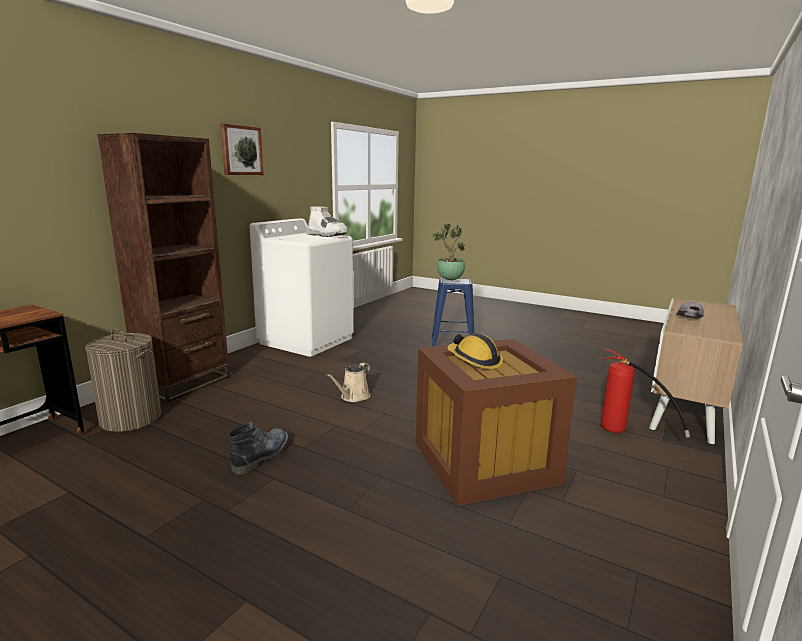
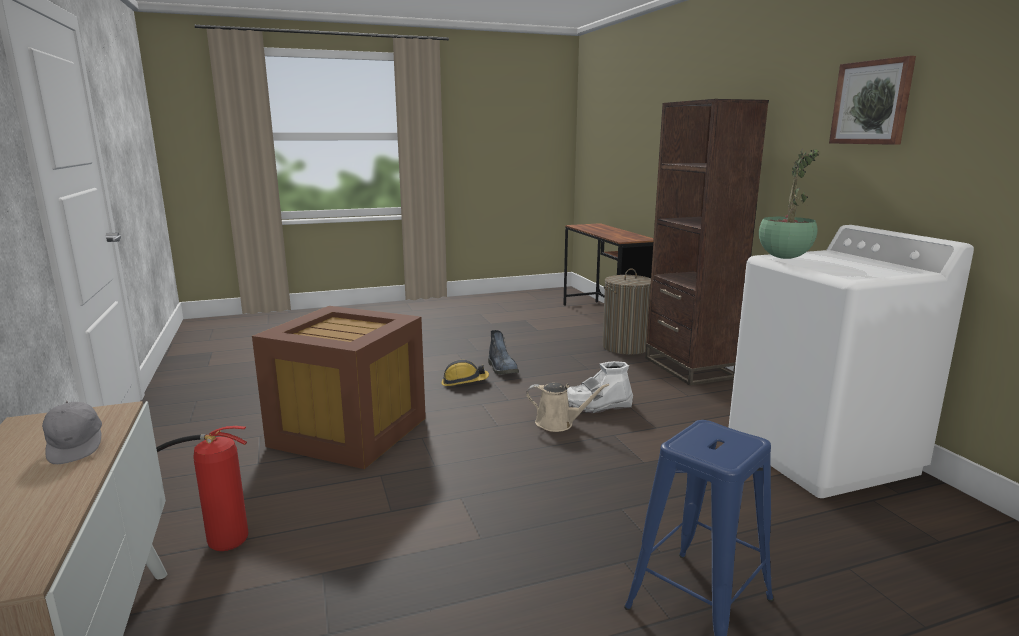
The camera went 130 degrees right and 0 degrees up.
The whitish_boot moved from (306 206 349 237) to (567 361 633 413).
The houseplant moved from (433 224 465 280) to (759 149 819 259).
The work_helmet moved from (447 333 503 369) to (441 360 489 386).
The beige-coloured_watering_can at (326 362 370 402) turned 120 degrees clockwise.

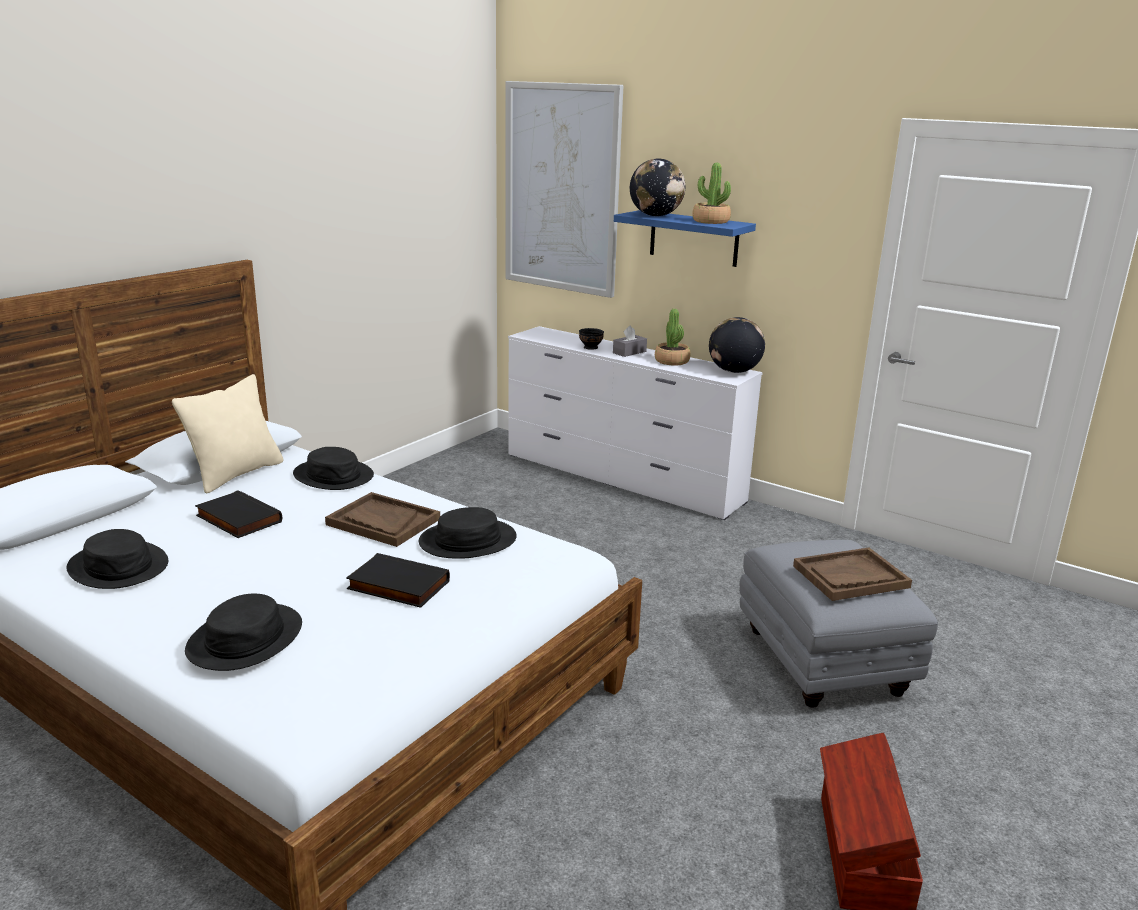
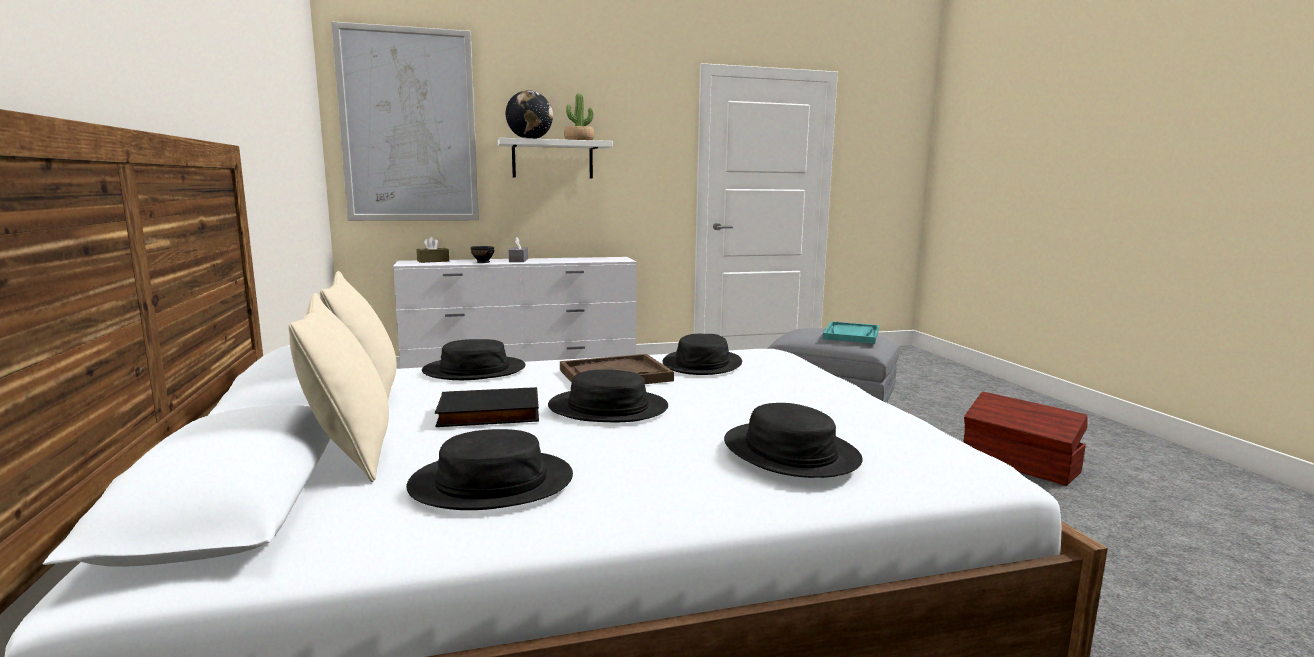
The camera went 50 degrees left and 10 degrees down.
The blue_wall_shelf at (614 210 756 267) became the whitish_wall_shelf at (498 138 613 179).
The houseplant at (655 309 690 366) disappeared.
The globe at (709 317 765 373) disappeared.
The brownish_tray at (793 548 912 601) became the turquoise-coloured_tray at (823 321 879 344).
The black_bound_book at (346 553 450 608) disappeared.
The brownish_tissue_box at (417 237 449 263) appeared.
The beige-coloured_pillow at (288 293 389 482) appeared.
The black_clothing_hat at (548 370 668 422) appeared.

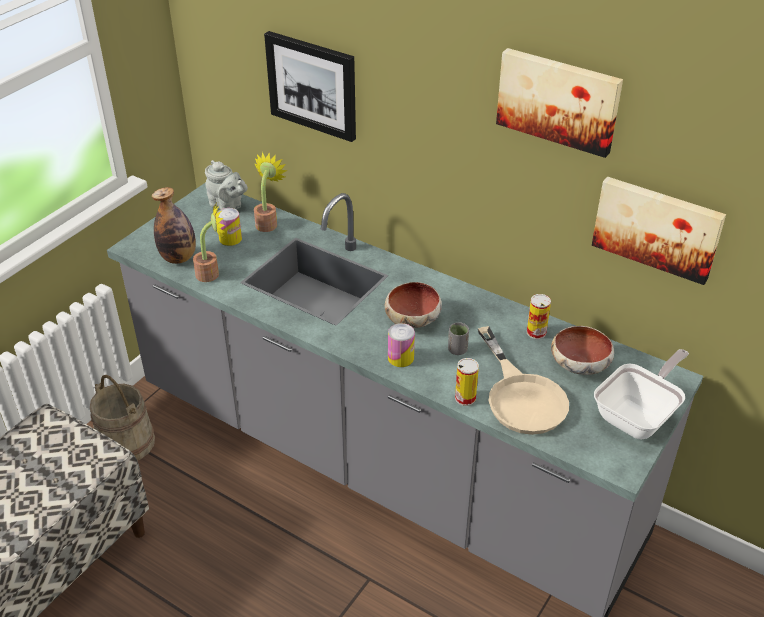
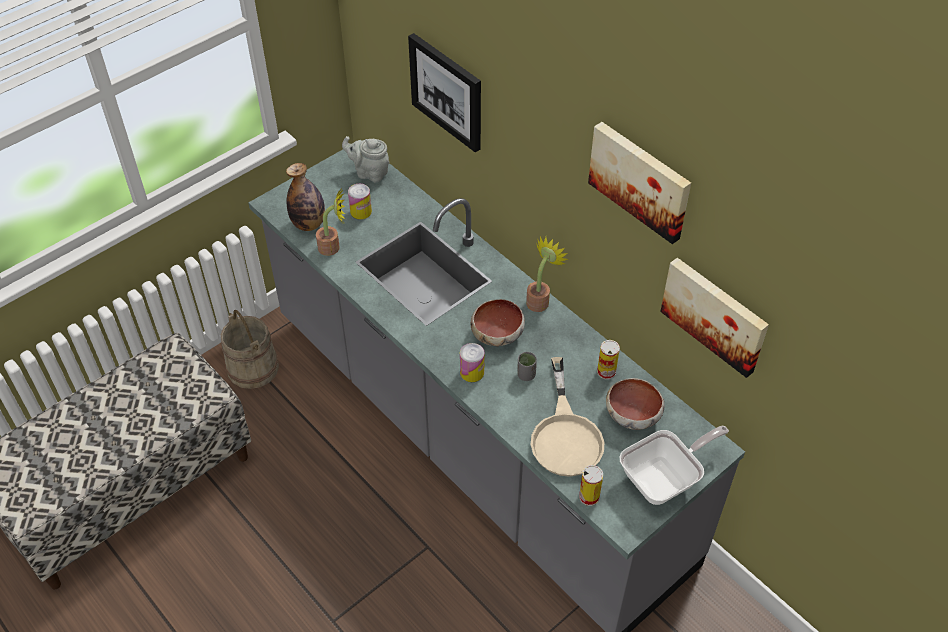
The camera went 15 degrees right and 10 degrees up.
The houseplant moved from (254 151 288 232) to (526 236 568 312).
The gray_pot_for_tea at (205 160 248 209) turned 150 degrees clockwise.
The can moved from (455 358 479 406) to (579 465 603 506).

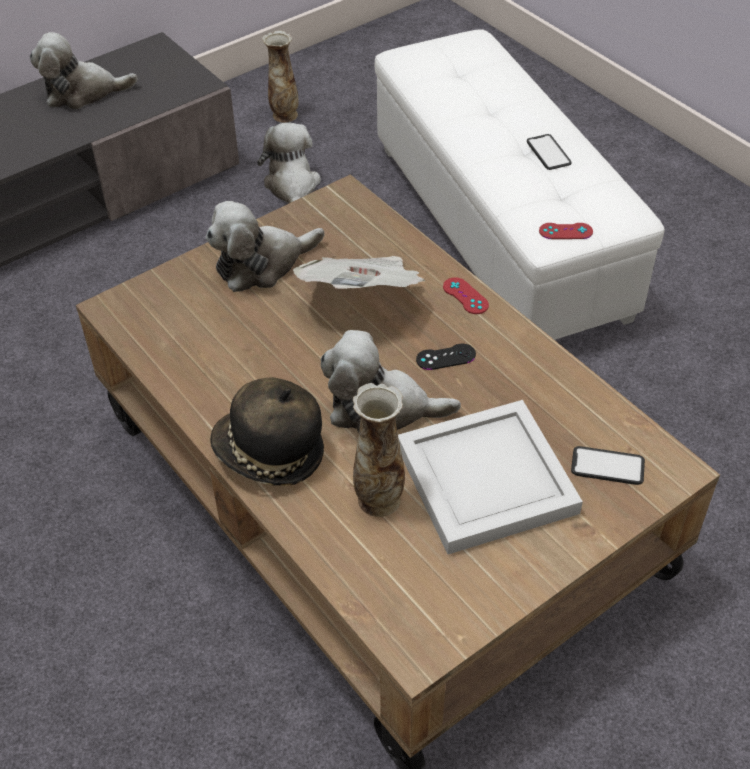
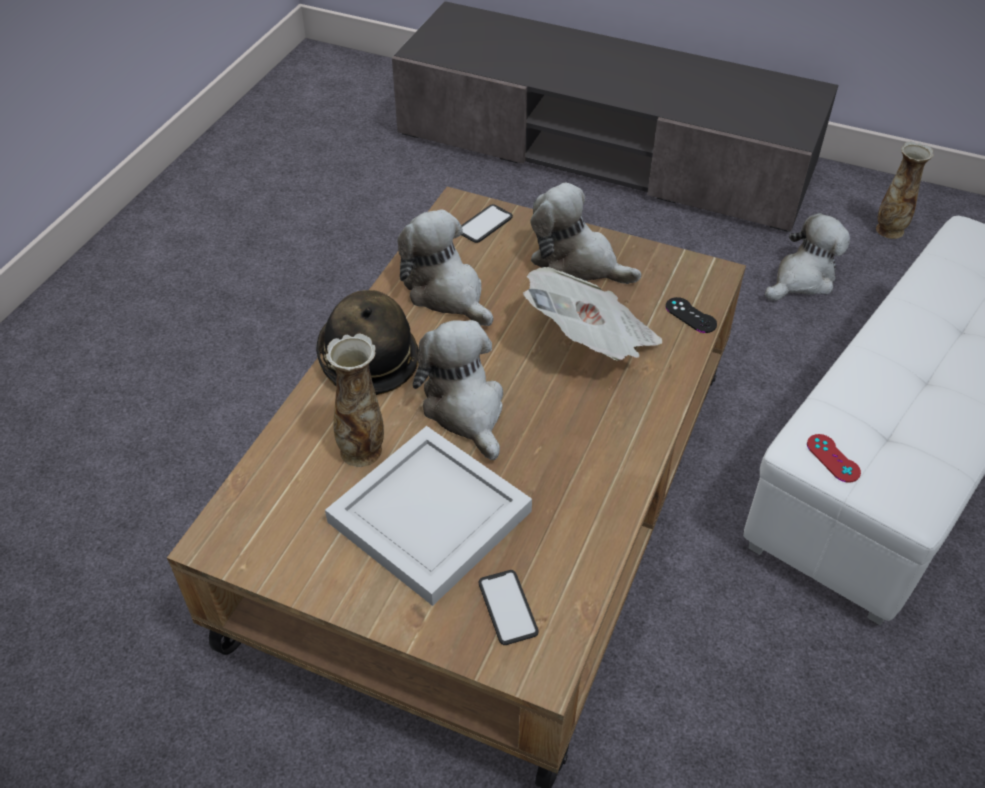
The camera went 60 degrees right and 0 degrees up.
The soft_toy moved from (30 32 138 109) to (397 209 493 326).
The phone moved from (527 134 571 170) to (461 204 513 243).
The red_game_controller at (443 278 489 314) disappeared.
The black_game_controller moved from (416 344 476 370) to (666 297 717 333).

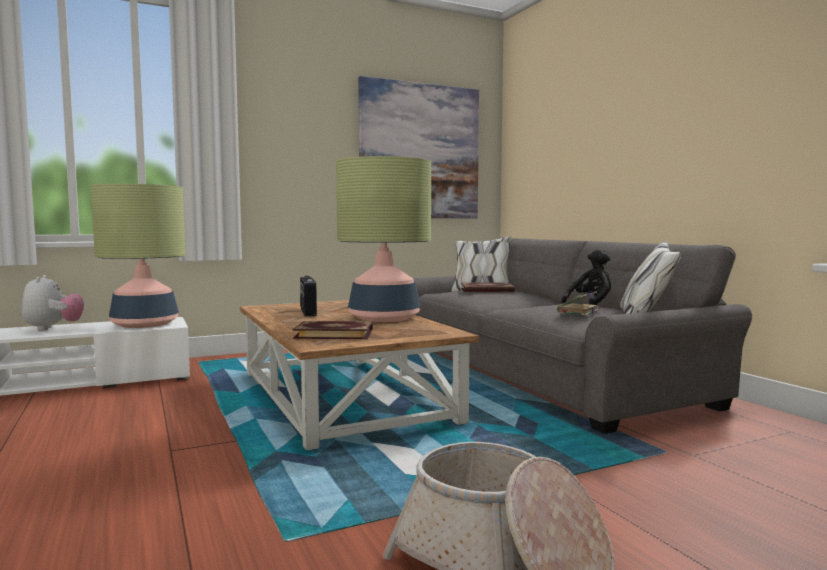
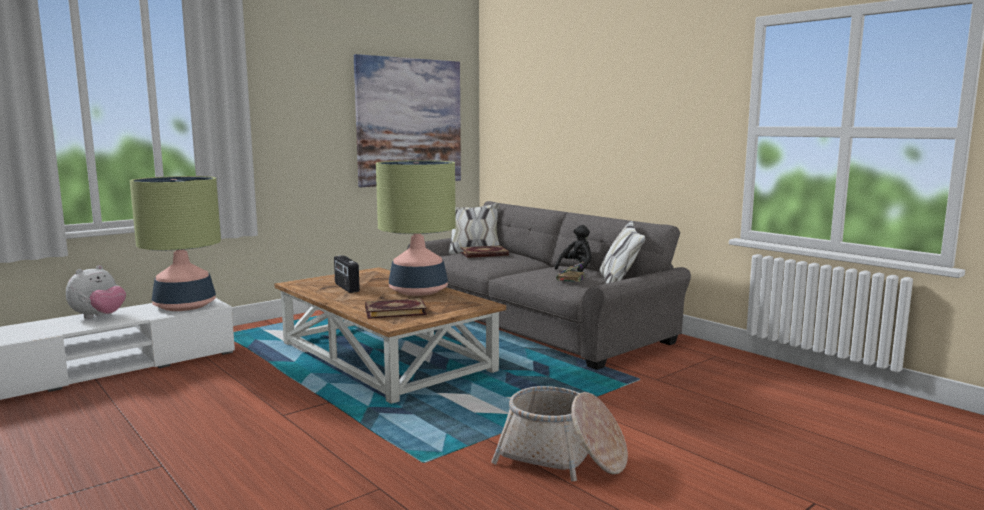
The camera went 15 degrees left and 5 degrees up.
The soft_toy at (22 275 84 331) turned 60 degrees clockwise.

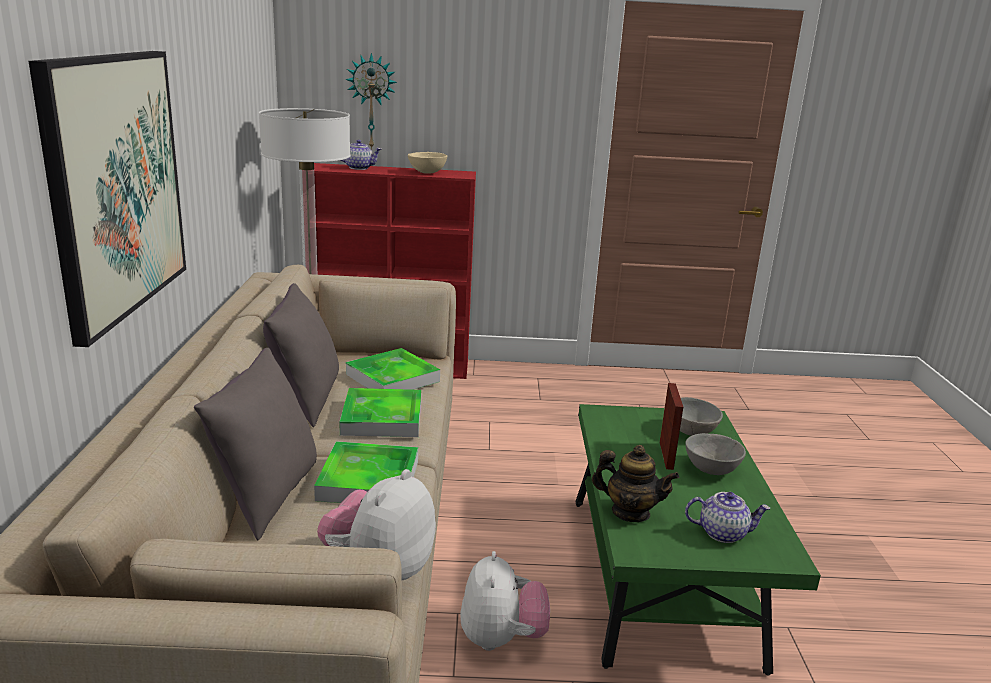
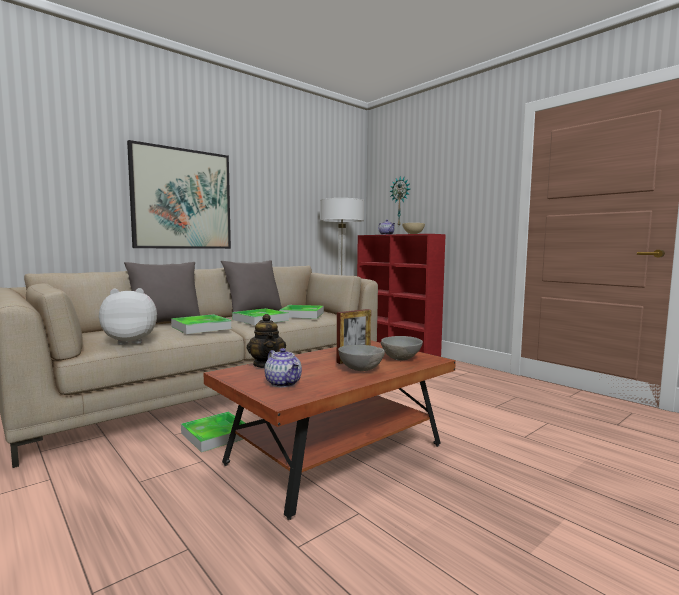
The camera went 50 degrees right and 15 degrees down.
The green_low_table at (575 404 821 676) became the brownish_low_table at (203 340 456 520).
The soft_toy at (460 551 550 651) was replaced by the tray at (181 411 245 452).

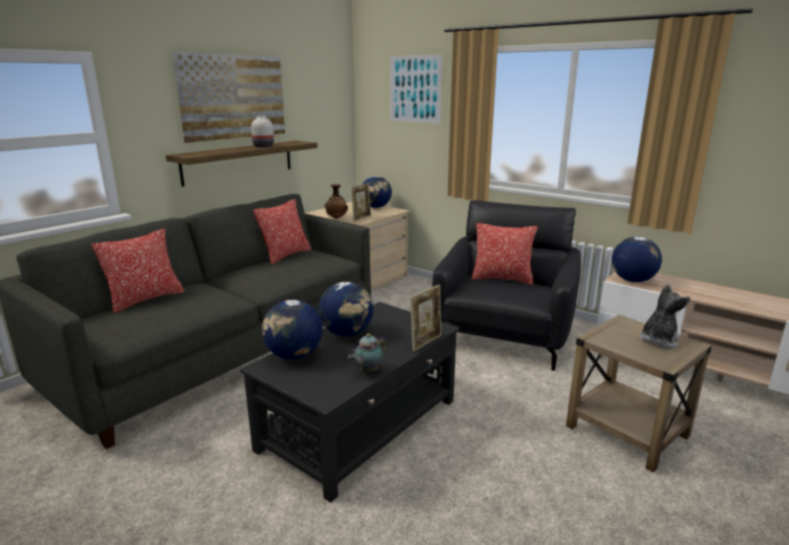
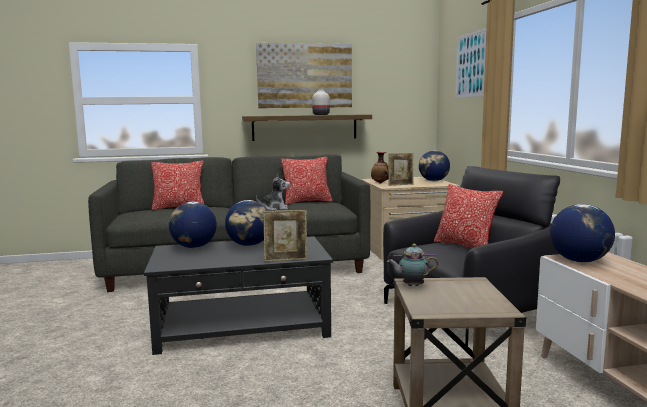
The camera went 40 degrees right and 10 degrees down.
The soft_toy moved from (639 284 690 348) to (256 173 290 211).
The pot_for_tea moved from (348 333 386 372) to (387 244 439 286).

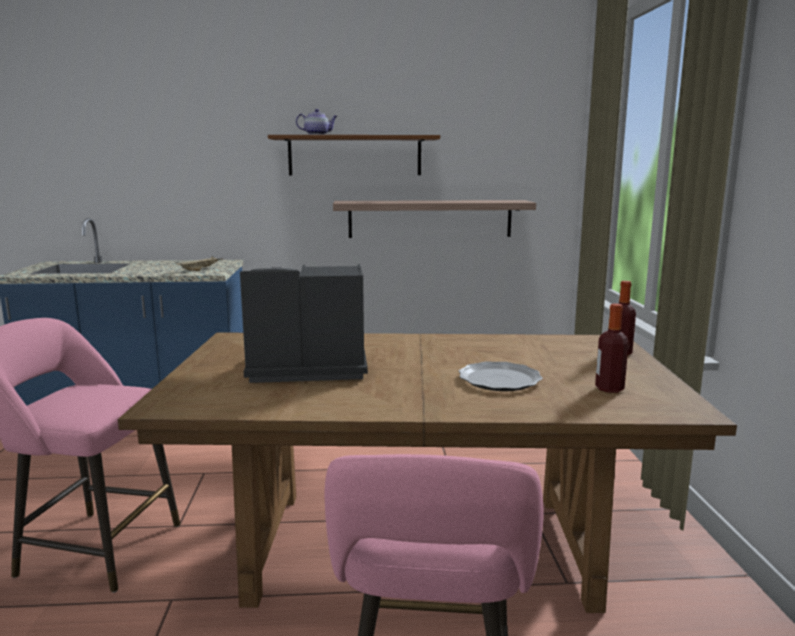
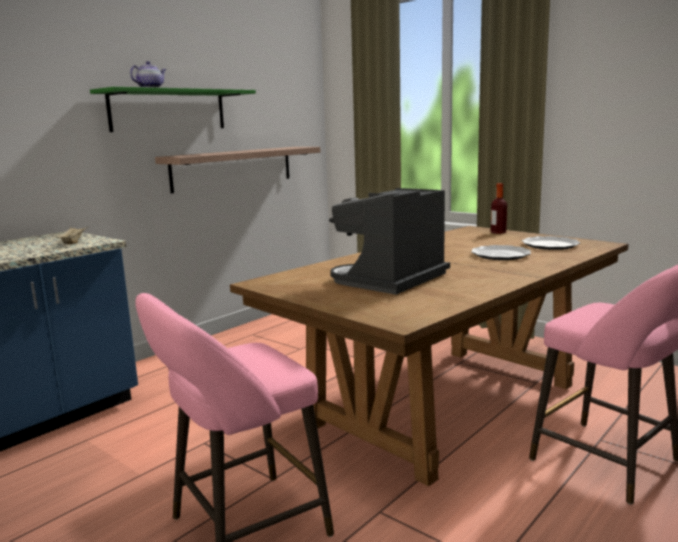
The camera went 45 degrees left and 0 degrees up.
The brownish_wall_shelf at (268 135 440 175) became the green_wall_shelf at (90 87 256 132).
The drink_bottle at (595 304 629 393) was replaced by the plate at (522 236 580 250).

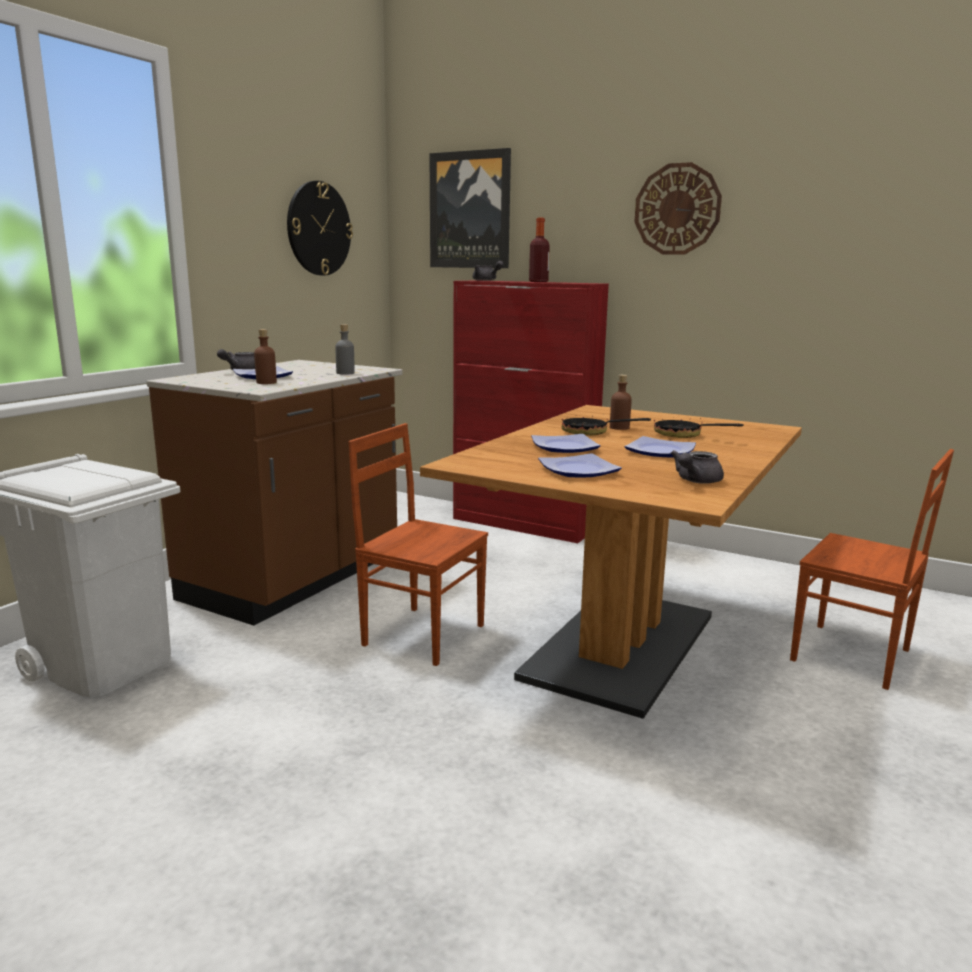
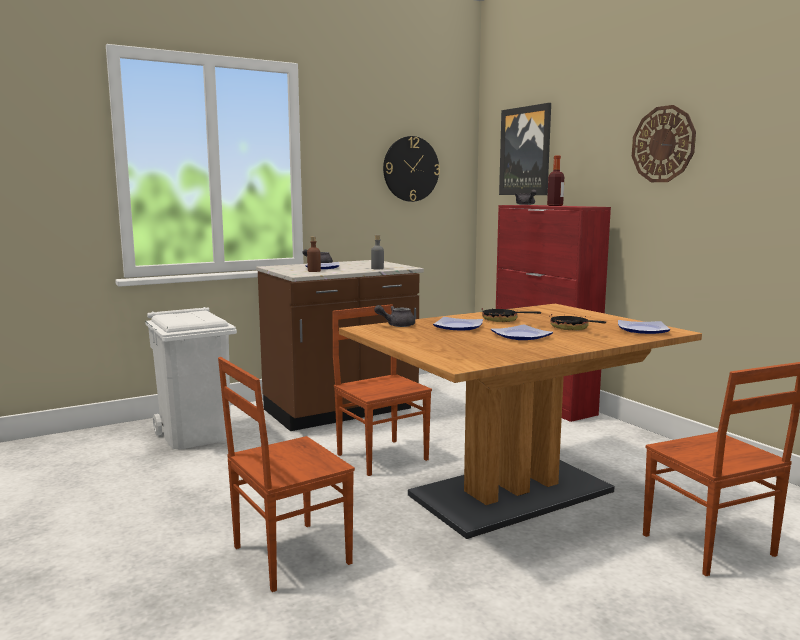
The camera went 30 degrees right and 5 degrees down.
The brownish_drink_bottle at (610 375 632 430) disappeared.
The gray_pot_for_tea moved from (671 450 724 484) to (374 305 415 327).
The plate moved from (538 453 622 478) to (618 320 670 334).
The brownish_chair at (218 357 355 592) appeared.

